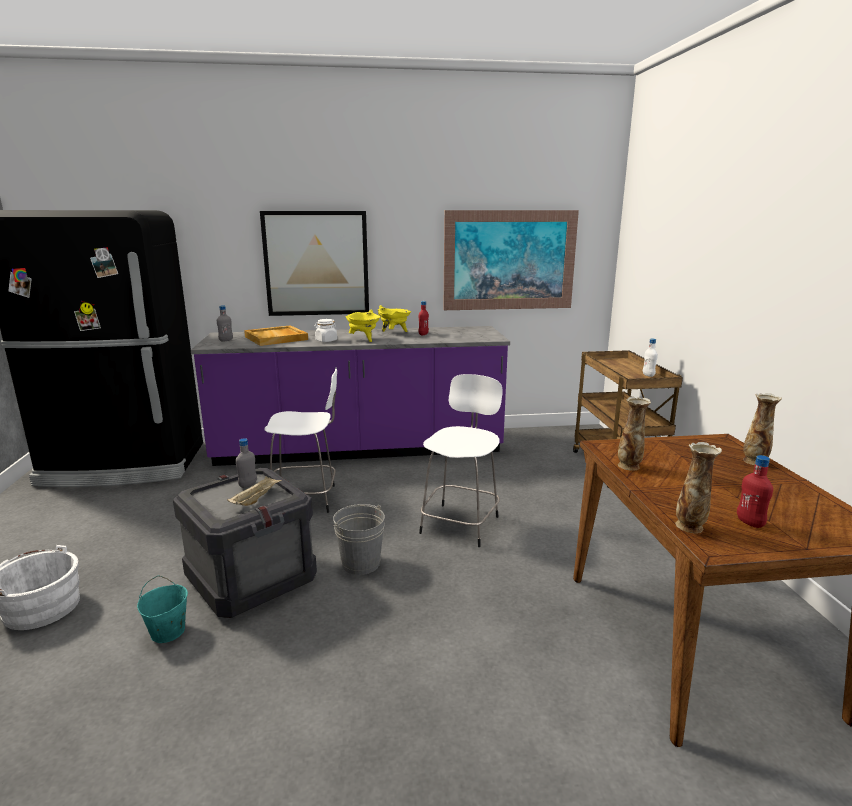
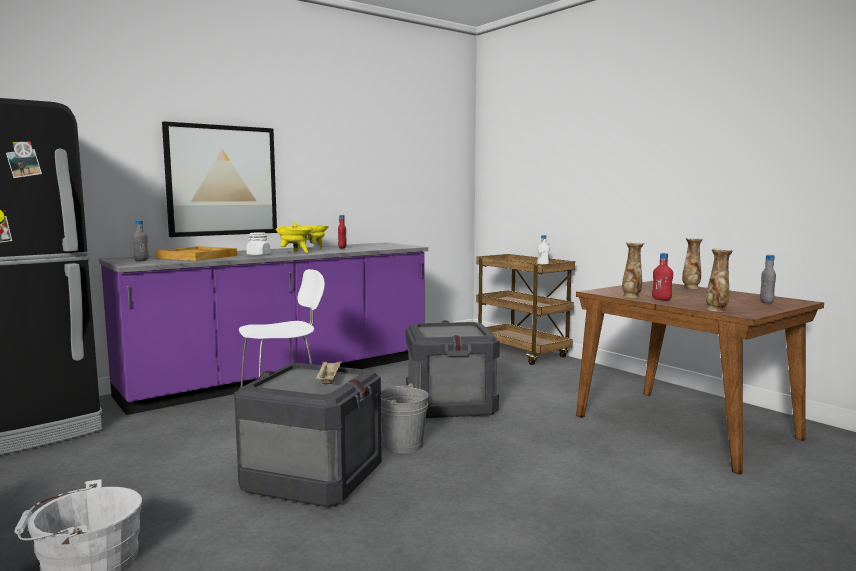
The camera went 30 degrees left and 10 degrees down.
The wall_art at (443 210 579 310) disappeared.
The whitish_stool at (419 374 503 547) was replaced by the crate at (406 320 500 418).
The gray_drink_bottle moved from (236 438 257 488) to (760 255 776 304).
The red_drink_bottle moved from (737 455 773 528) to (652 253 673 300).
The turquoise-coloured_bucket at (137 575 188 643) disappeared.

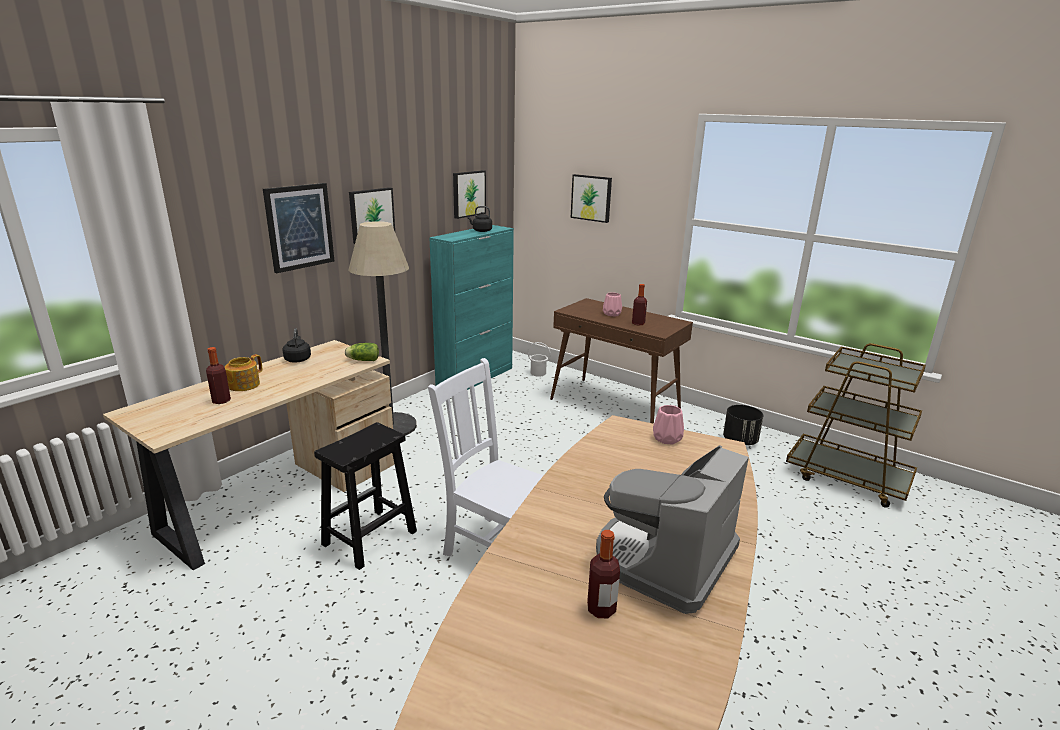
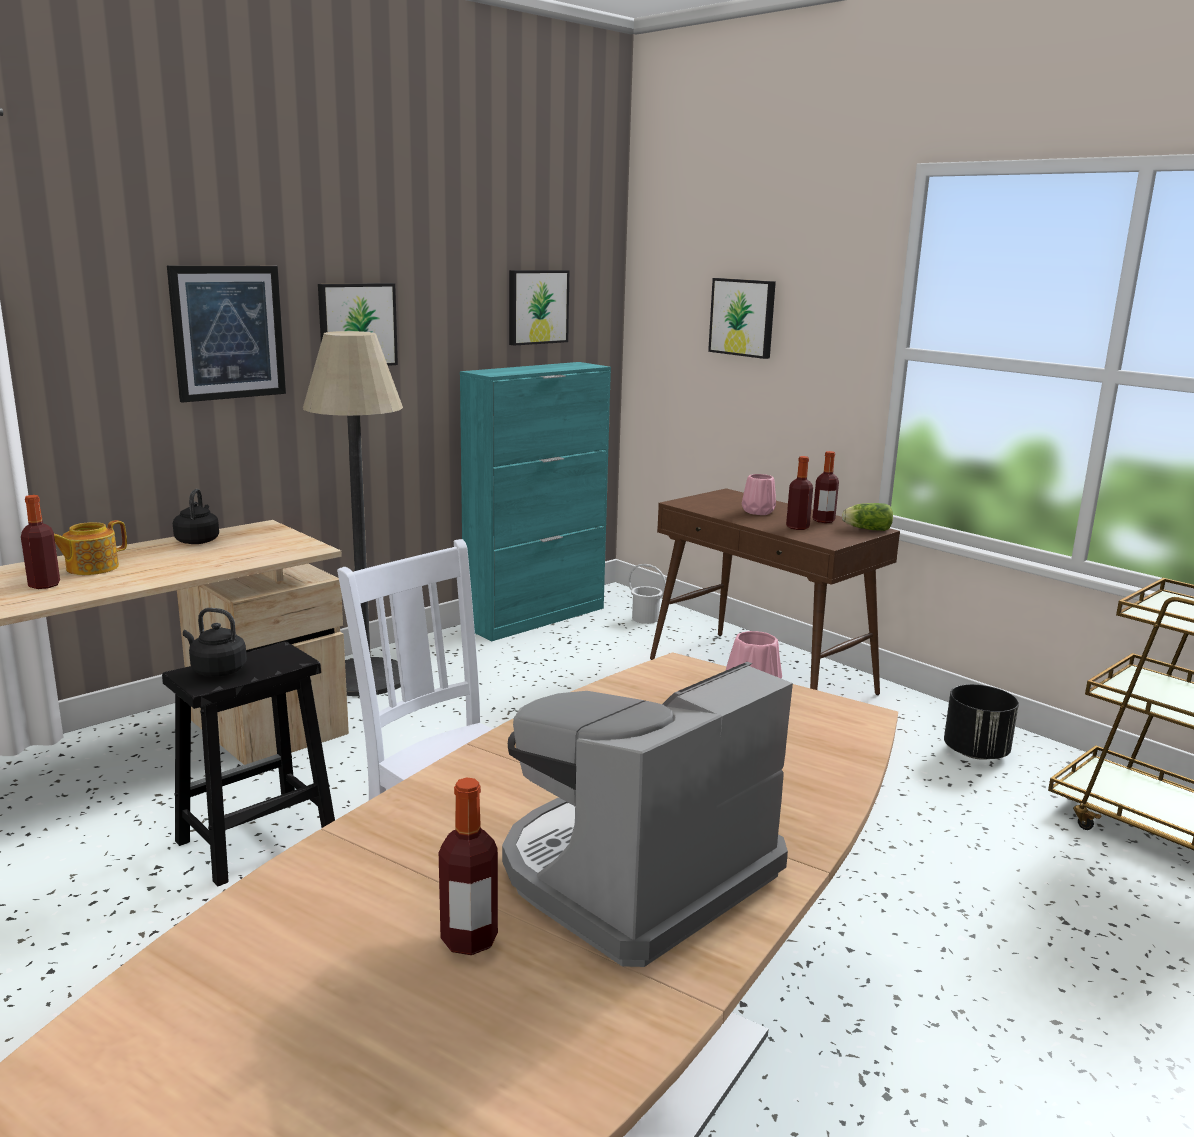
The camera went 10 degrees right and 5 degrees down.
The black_kettle moved from (468 206 492 232) to (183 608 247 677).
The lettuce moved from (345 343 379 361) to (842 503 893 531).
The drink_bottle at (812 451 839 523) appeared.

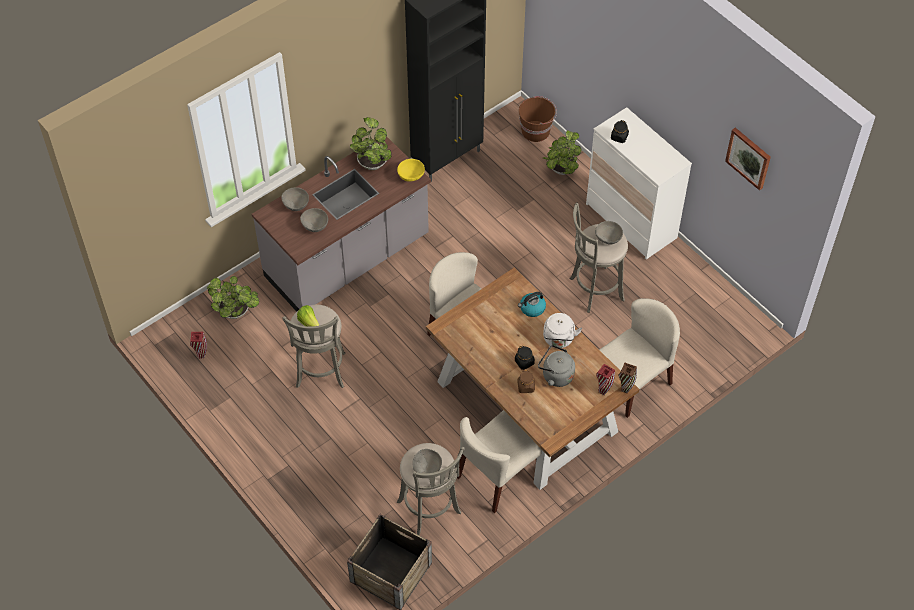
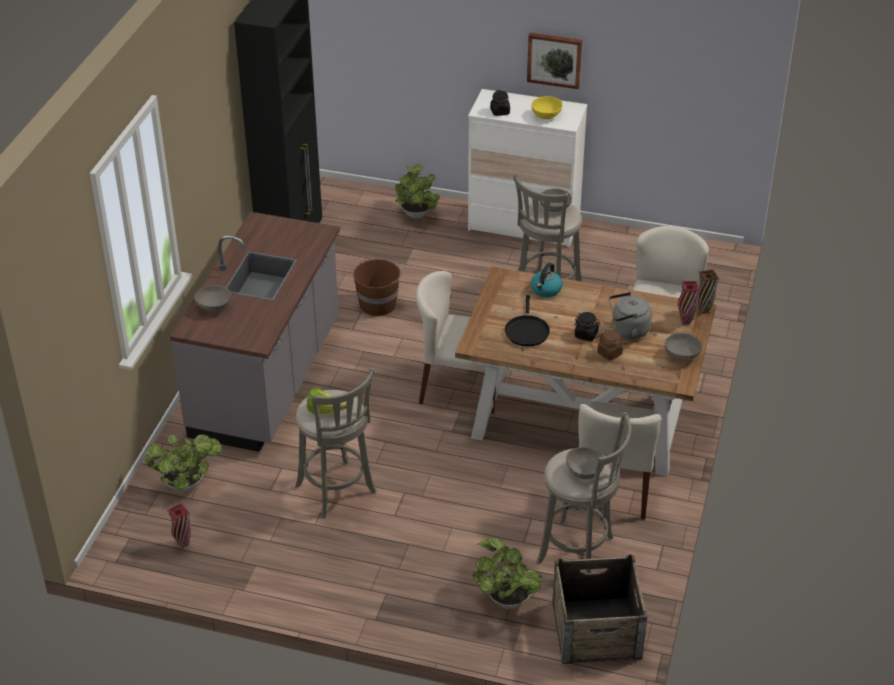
The camera went 35 degrees left and 15 degrees down.
The brownish_bucket moved from (519 96 557 142) to (353 258 403 316).
The houseplant moved from (350 117 392 170) to (473 538 542 609).
The wall_art moved from (725 127 771 191) to (527 33 582 89).
The yellow_serving_bowl moved from (397 159 425 181) to (531 96 563 119).
The gray_serving_bowl moved from (300 208 328 232) to (665 333 702 361).
The whitish_kettle at (543 313 582 348) disappeared.
The black_pan at (505 295 550 346) appeared.

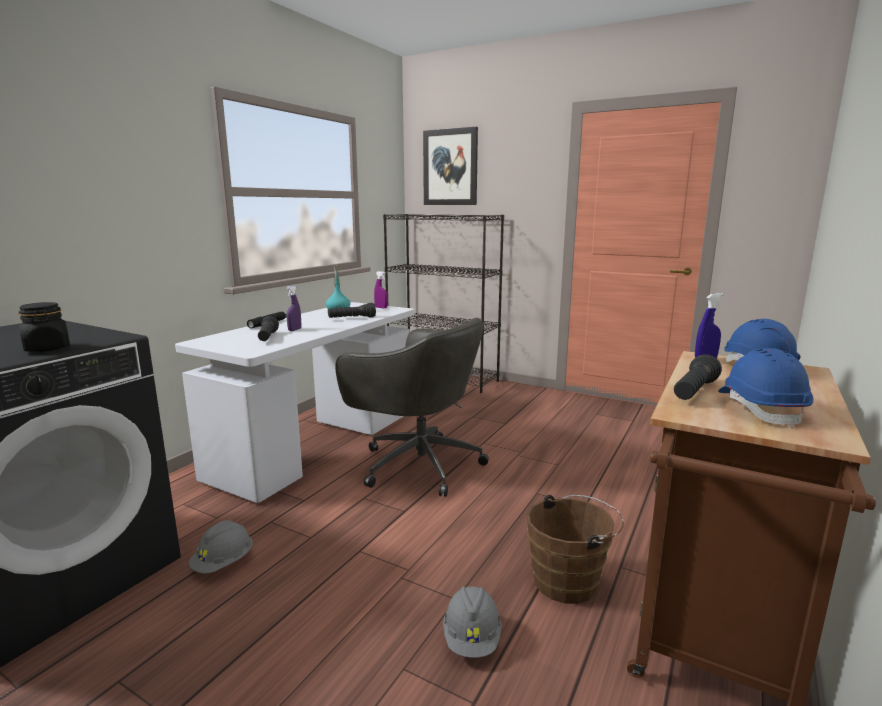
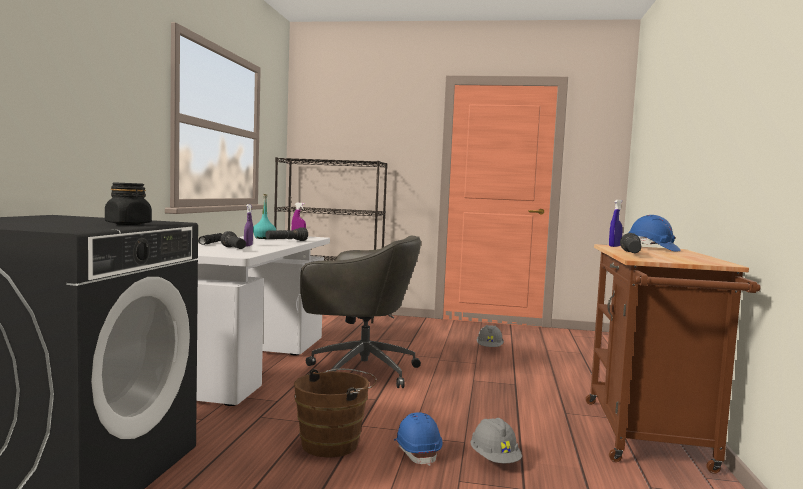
The camera went 20 degrees left and 10 degrees down.
The wall_art at (423 127 478 205) disappeared.
The blue_work_helmet moved from (718 348 813 429) to (394 412 443 466).
The brownish_bucket moved from (526 495 624 604) to (294 369 377 458).
The gray_work_helmet moved from (189 520 253 573) to (477 325 504 347).

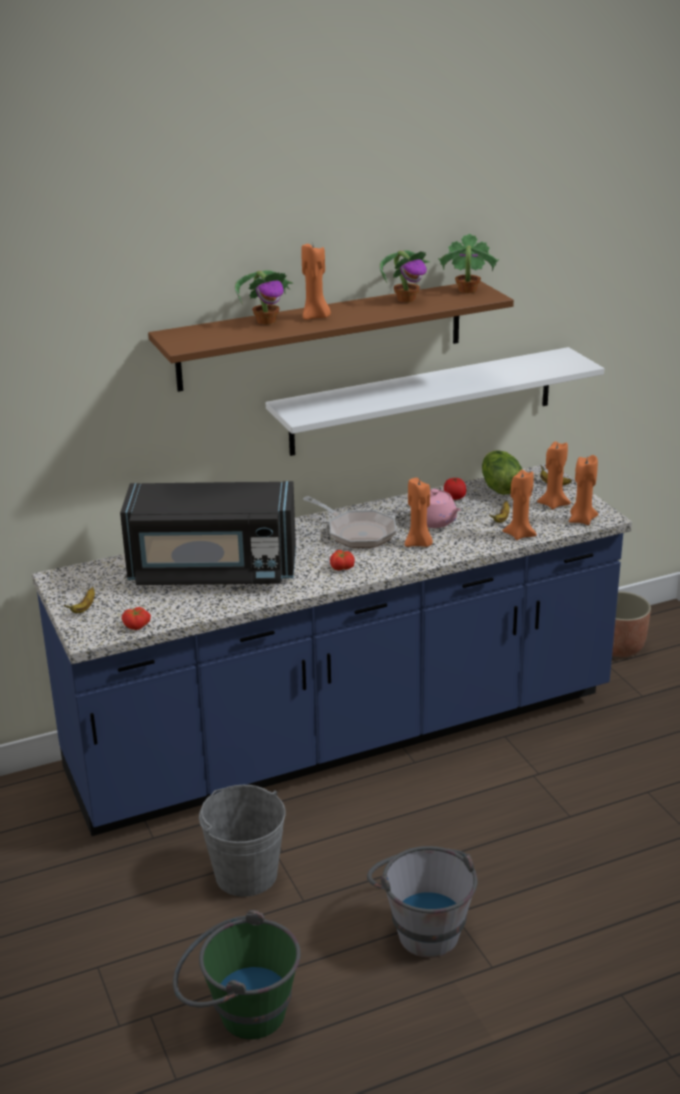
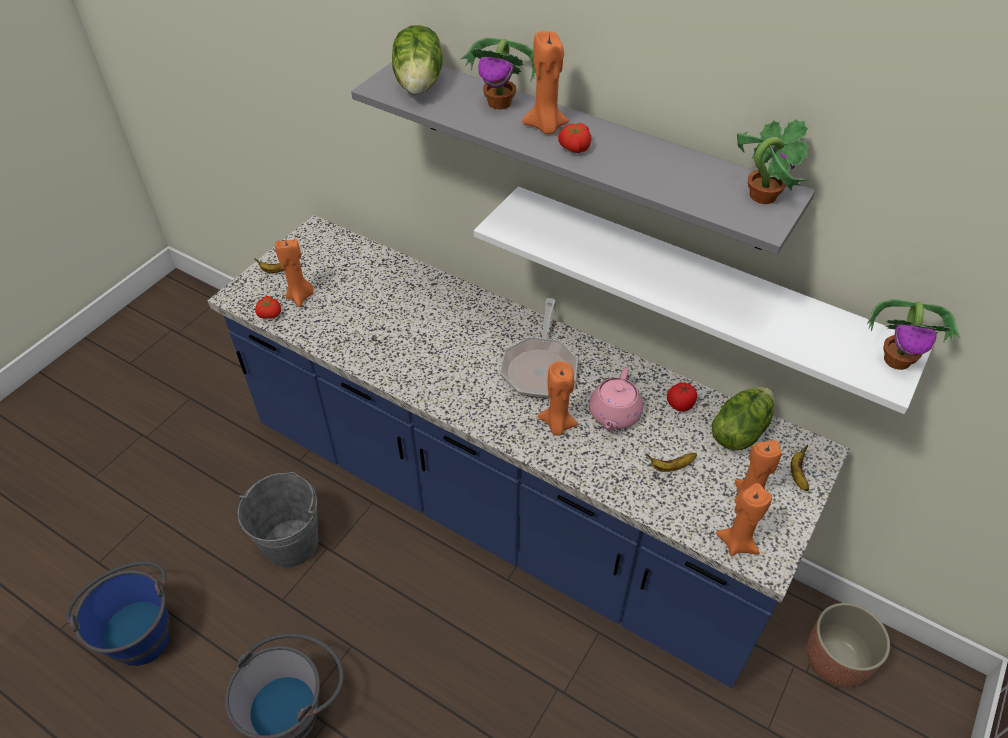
The camera went 55 degrees right and 20 degrees up.
The houseplant moved from (380 250 430 303) to (867 299 961 370).
The brownish_wall_shelf at (148 281 514 392) became the gray_wall_shelf at (351 62 815 255).
The orange-coloured_wax_light moved from (503 470 537 540) to (275 239 313 307).
The black_microwave at (120 481 296 585) disappeared.
The fresh_tomato moved from (330 550 355 571) to (558 123 592 153).
The green_bucket at (173 910 301 1039) became the blue_bucket at (66 561 170 666).
The lettuce at (392 25 443 95) appeared.

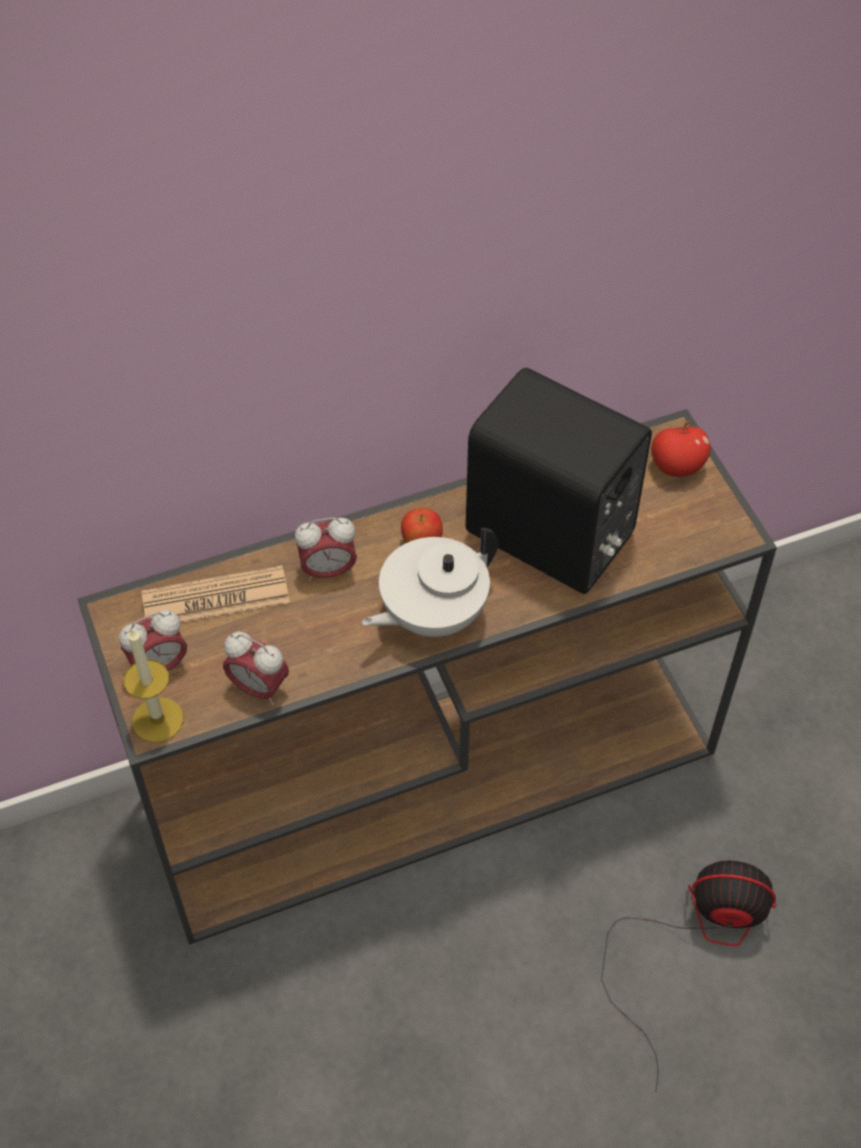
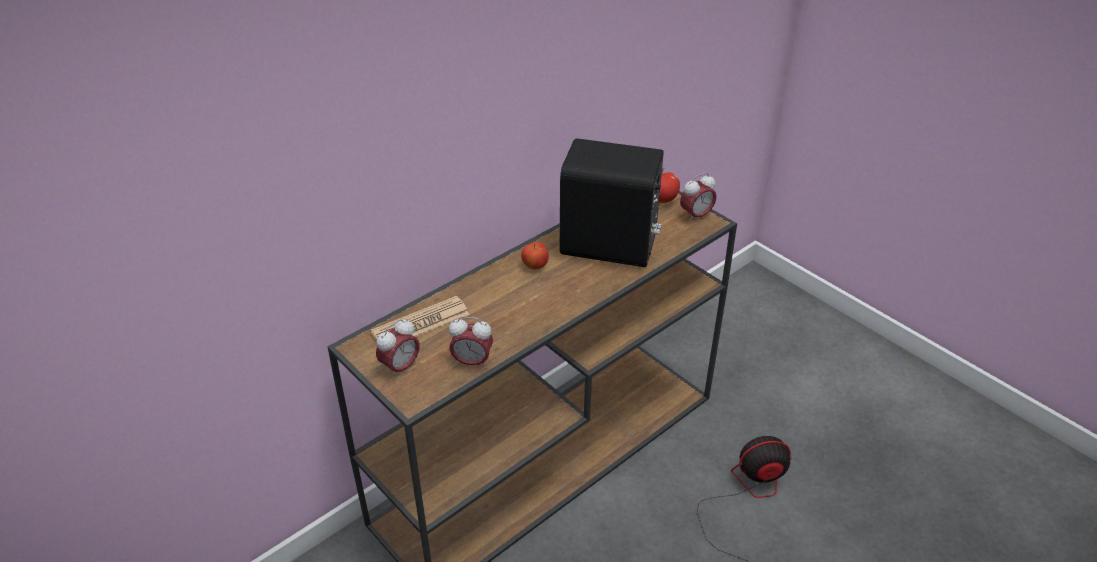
The camera went 20 degrees left and 15 degrees down.
The alarm_clock moved from (295 517 357 582) to (680 173 717 223).
The whitish_pot_for_tea at (362 528 498 637) disappeared.
The wax_light at (124 628 184 743) disappeared.

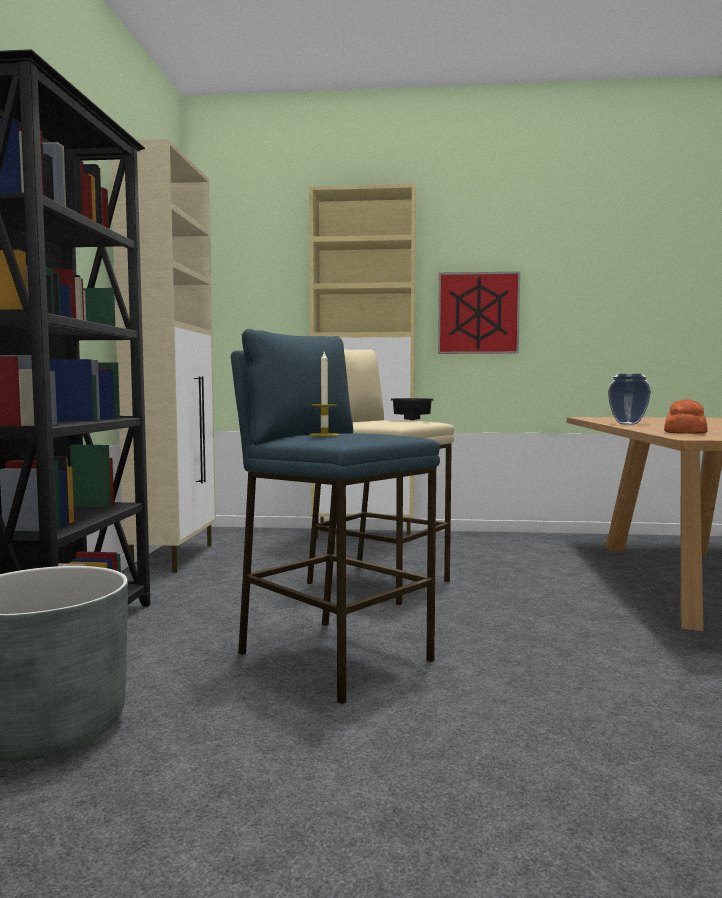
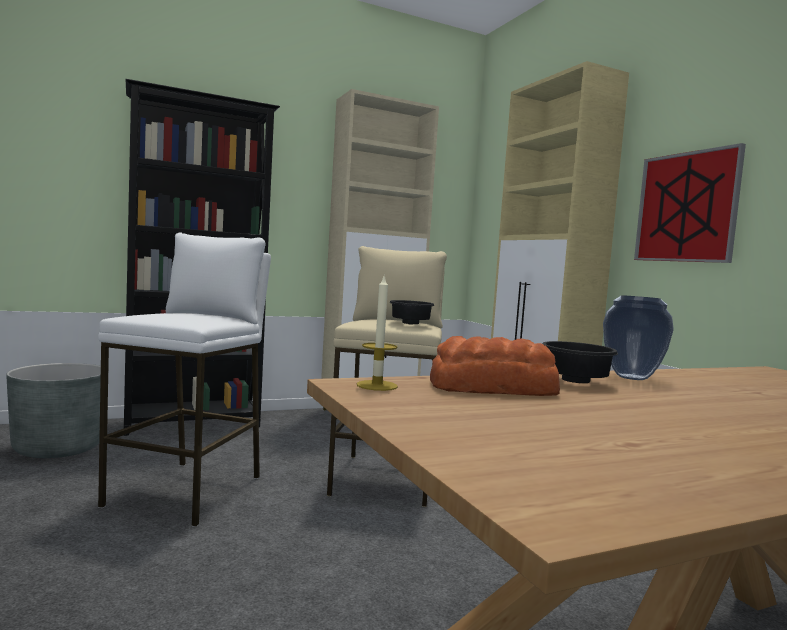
The camera went 60 degrees right and 0 degrees up.
The blue_stool at (231 329 440 704) became the whitish_stool at (98 232 271 527).
The wax_light moved from (309 352 340 436) to (357 274 398 391).
The black_serving_bowl at (542 341 618 383) appeared.

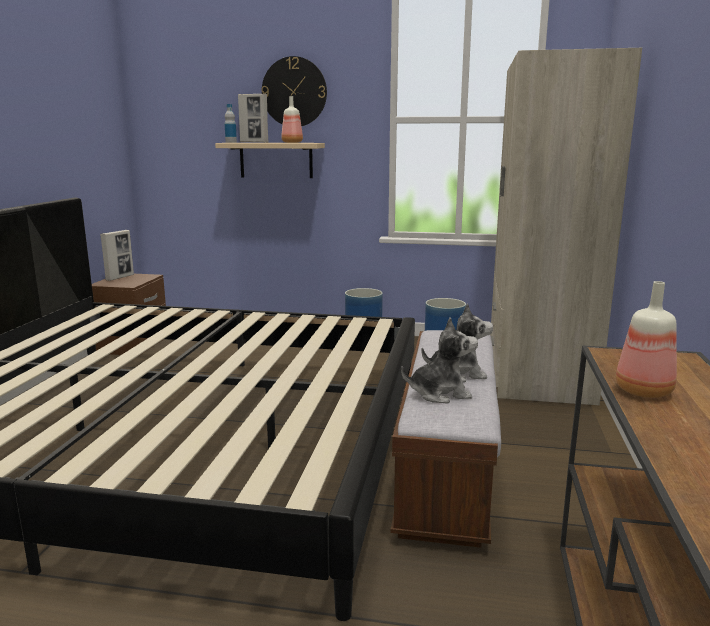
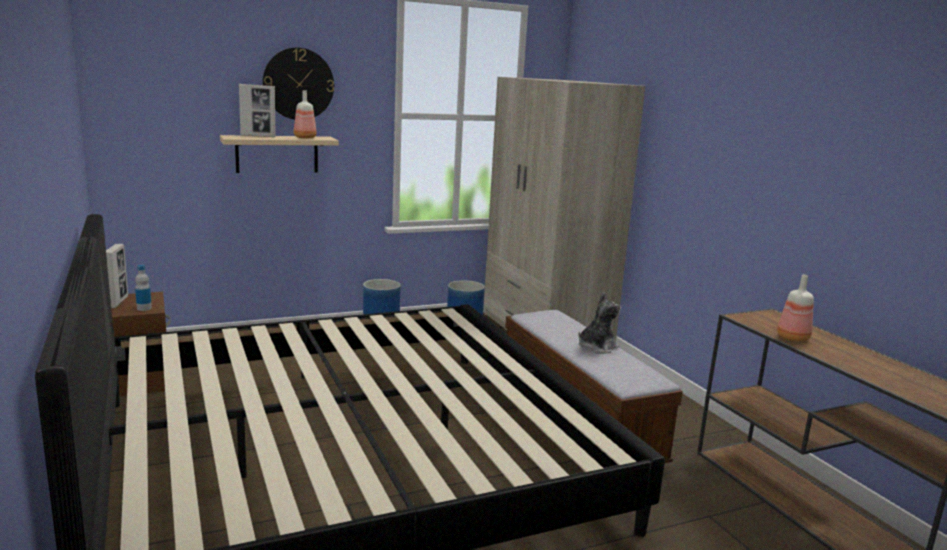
The camera went 35 degrees left and 0 degrees up.
The drink_bottle moved from (225 104 237 143) to (135 265 152 311).
The soft_toy at (401 318 478 403) disappeared.

